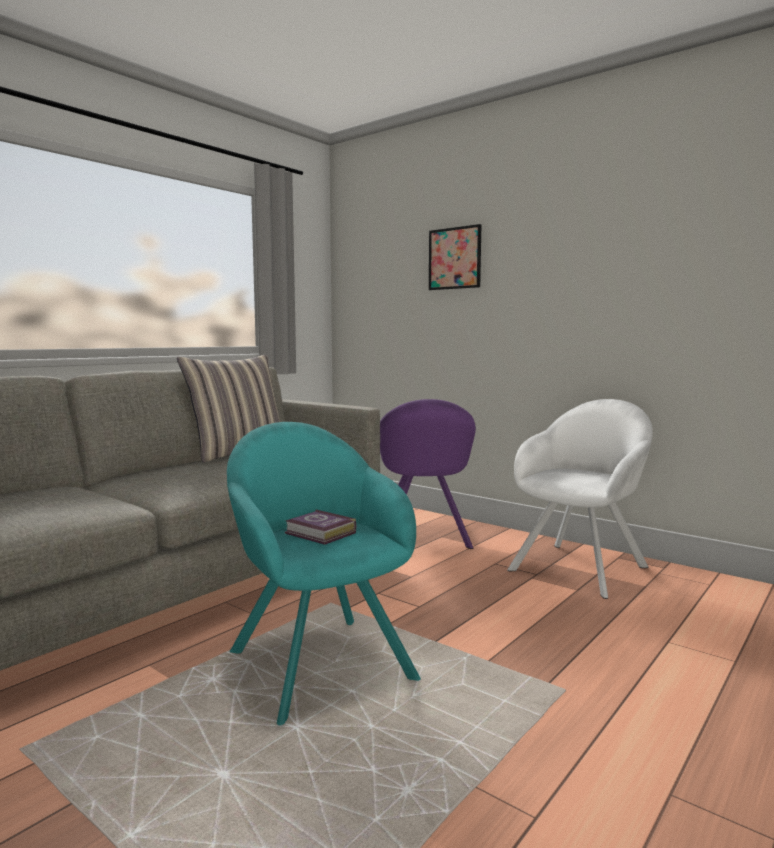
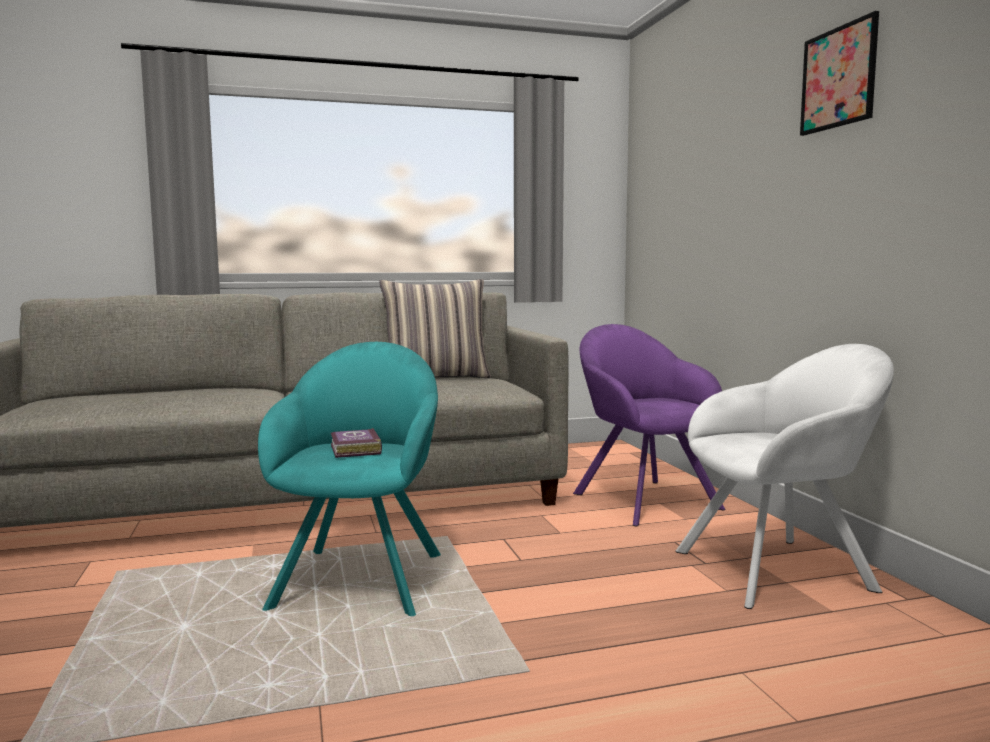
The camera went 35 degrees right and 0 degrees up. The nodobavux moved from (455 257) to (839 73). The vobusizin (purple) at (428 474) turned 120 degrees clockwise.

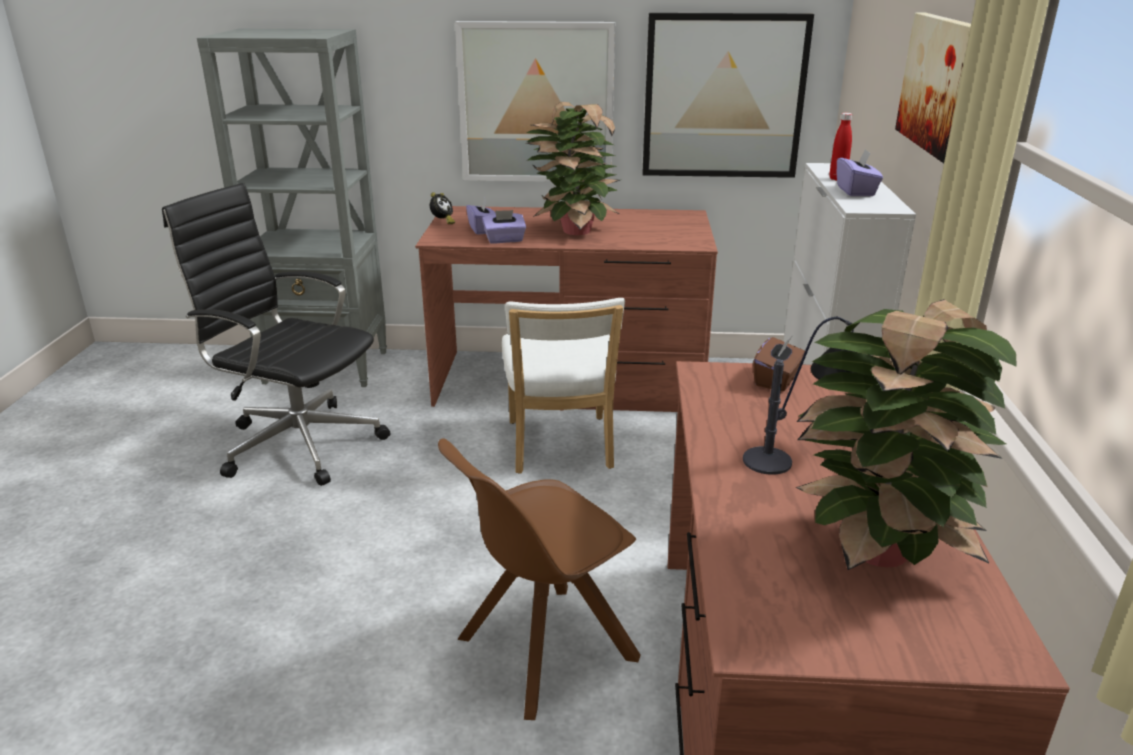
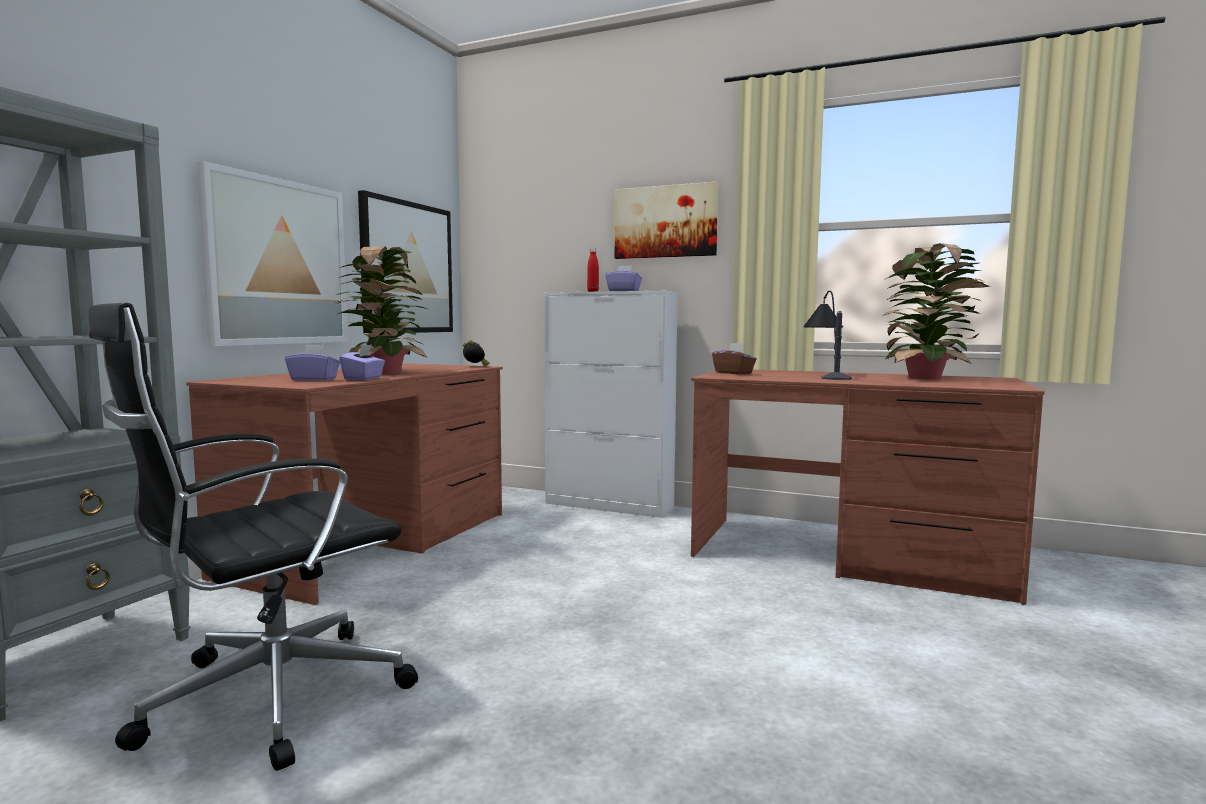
The camera went 70 degrees left and 20 degrees down. The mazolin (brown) at (539 579) disappeared. The mazolin (white) at (563 385) disappeared. The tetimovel moved from (442 208) to (476 353).

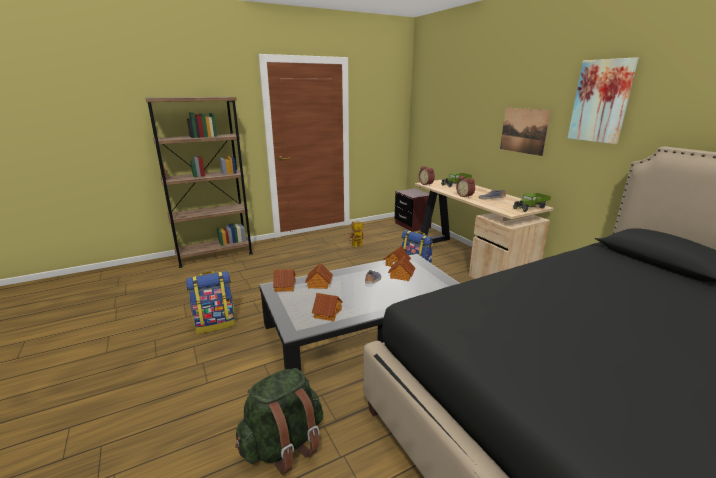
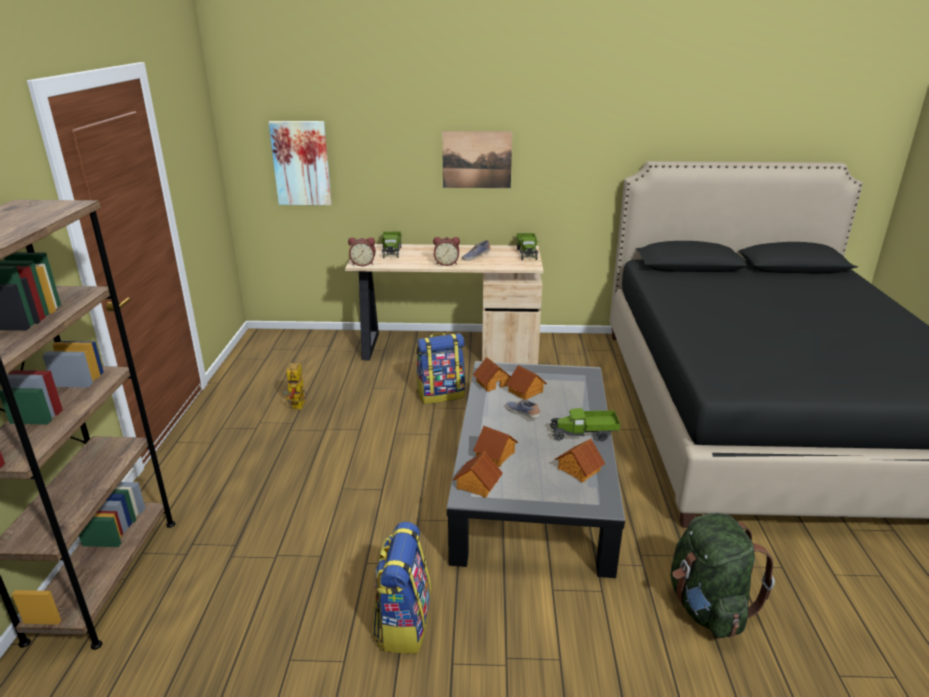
The camera went 60 degrees left and 5 degrees up. The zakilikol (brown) at (413 210) disappeared. The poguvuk at (585 424) appeared. The nodobavux moved from (603 100) to (300 163).

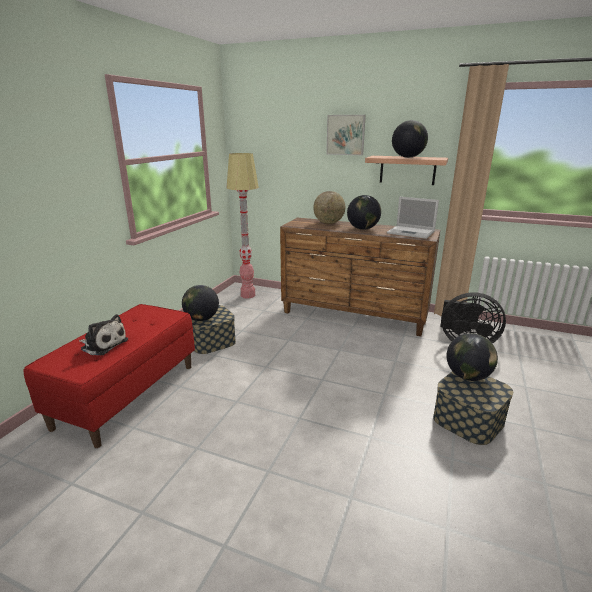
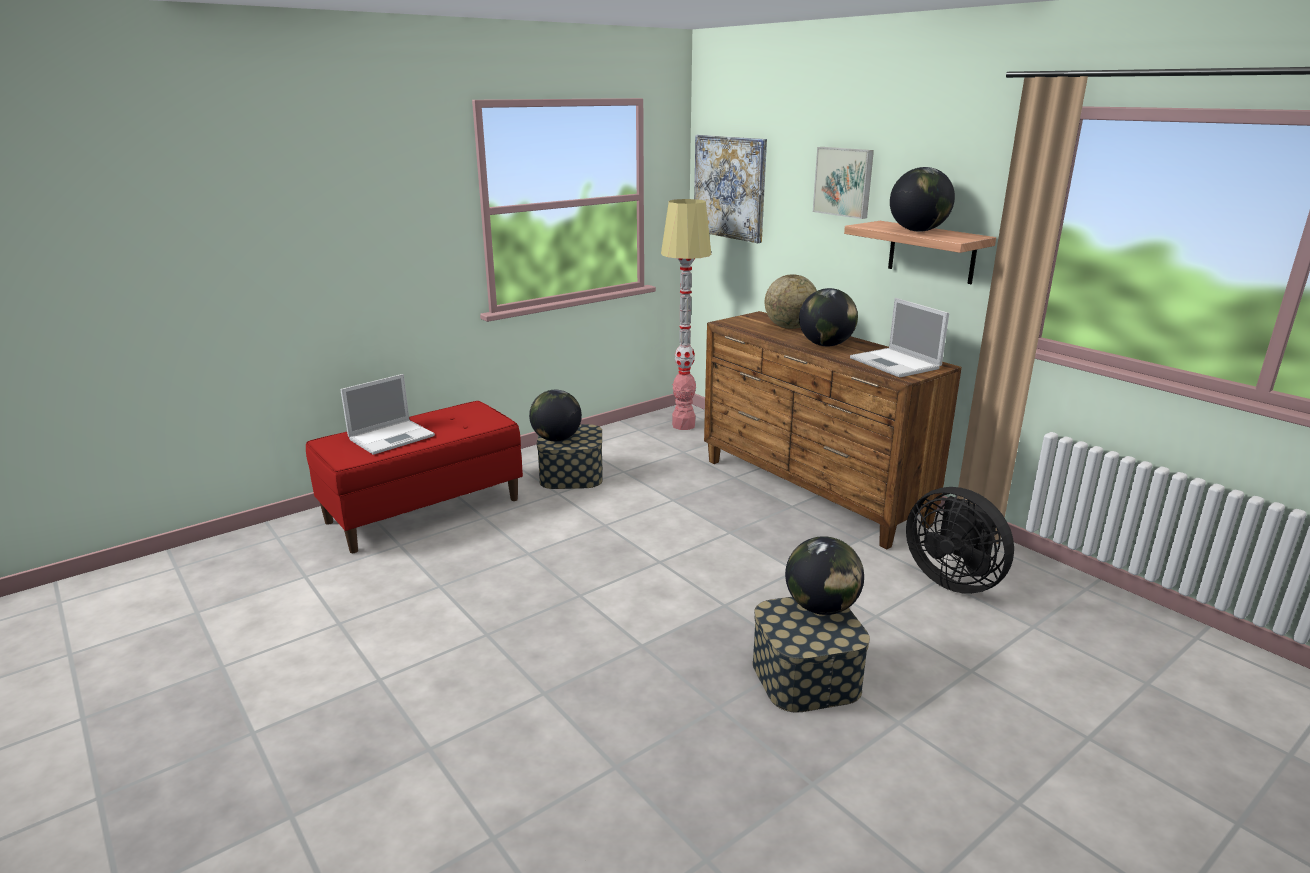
The camera went 30 degrees right and 0 degrees up. The nodobavux at (730 189) appeared. The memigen at (103 334) was replaced by the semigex at (387 414).

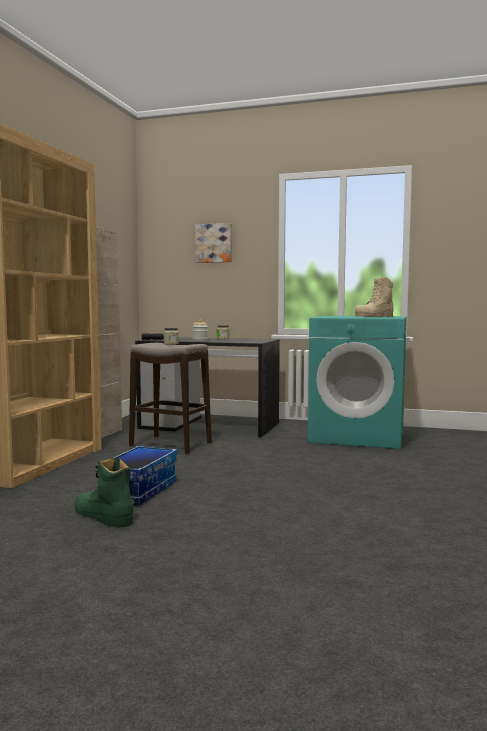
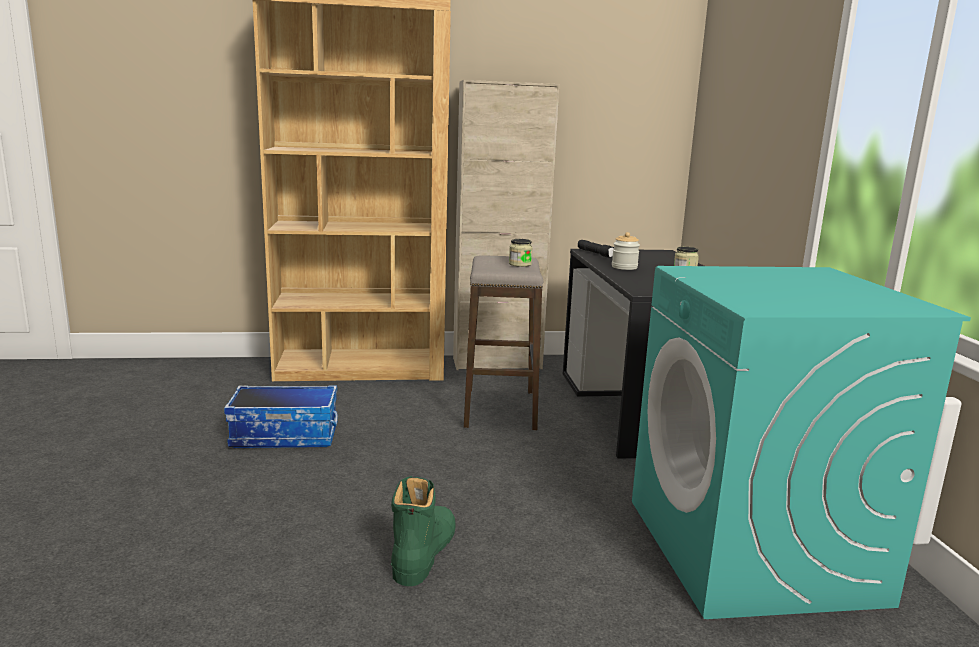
The camera went 65 degrees right and 10 degrees up. The nodobavux at (213 243) disappeared. The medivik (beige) at (374 297) disappeared. The medivik (green) moved from (104 493) to (423 531).

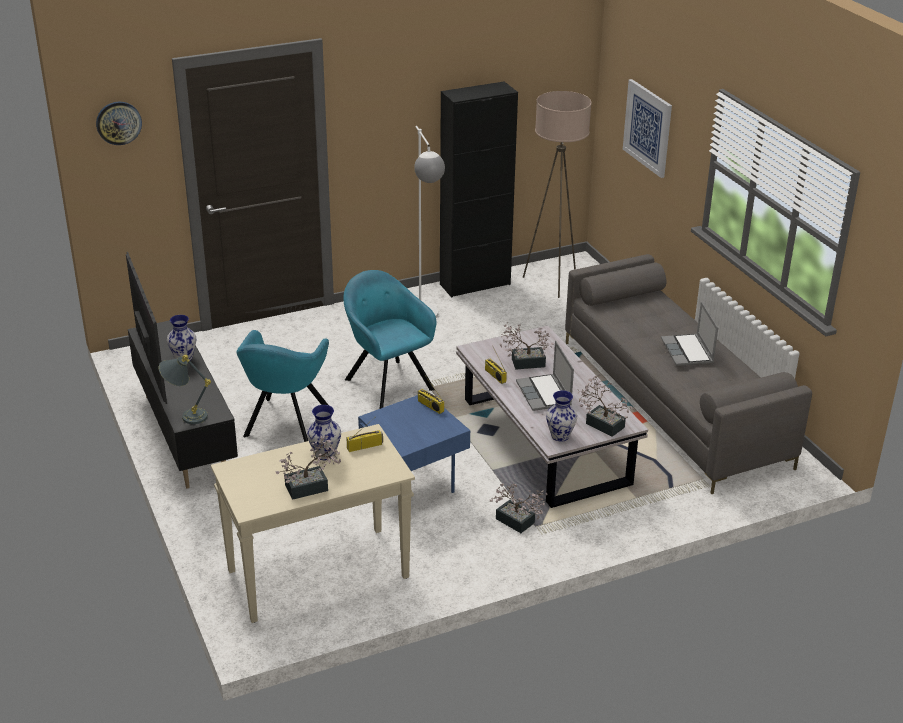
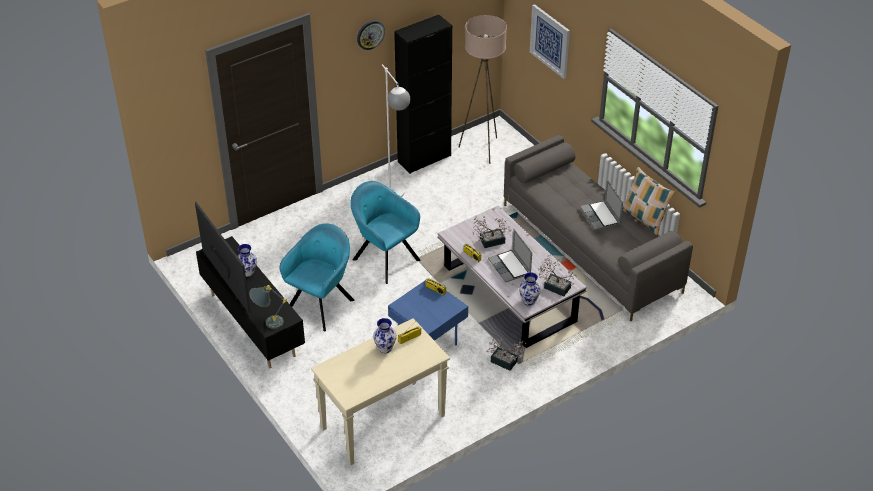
The camera went 10 degrees left and 10 degrees up. The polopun at (308 467) disappeared. The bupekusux at (648 201) appeared. The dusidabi moved from (119 123) to (371 35). The vobusizin (turquoise) at (283 386) turned 150 degrees counterclockwise.

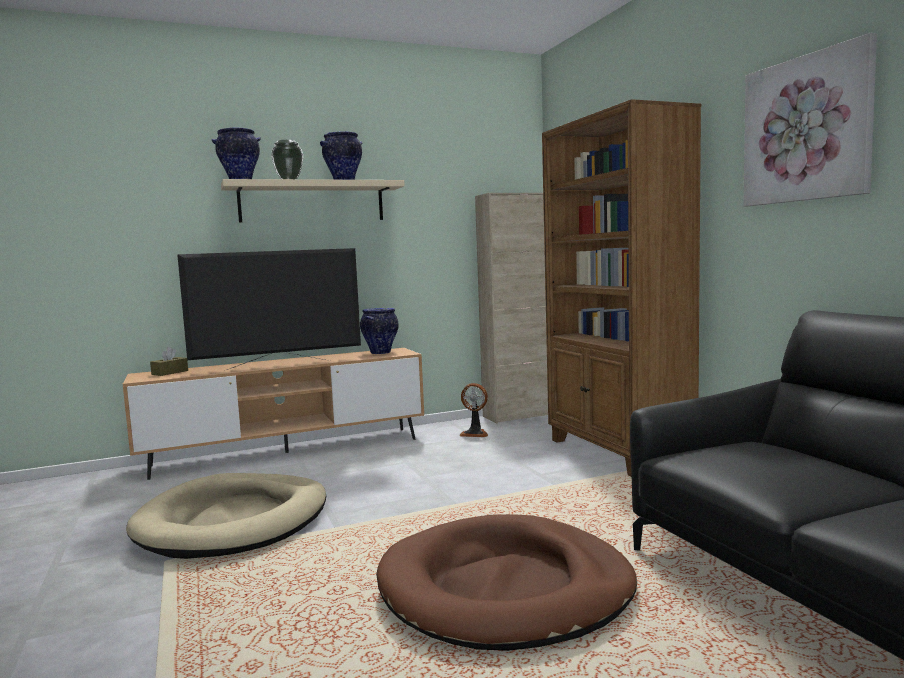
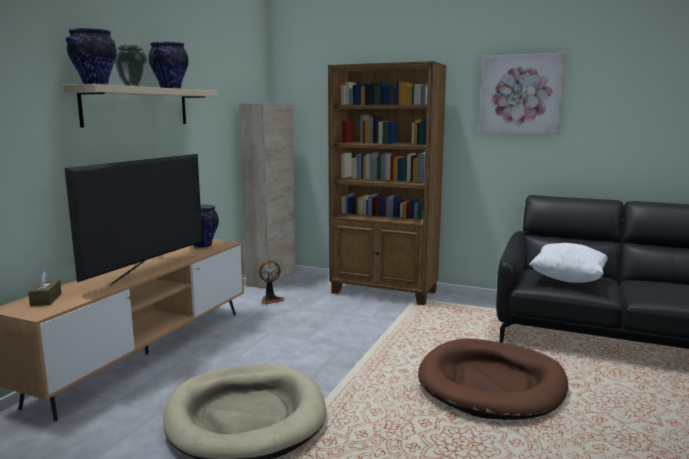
The camera went 45 degrees left and 5 degrees up. The bupekusux (white) at (568 263) appeared.

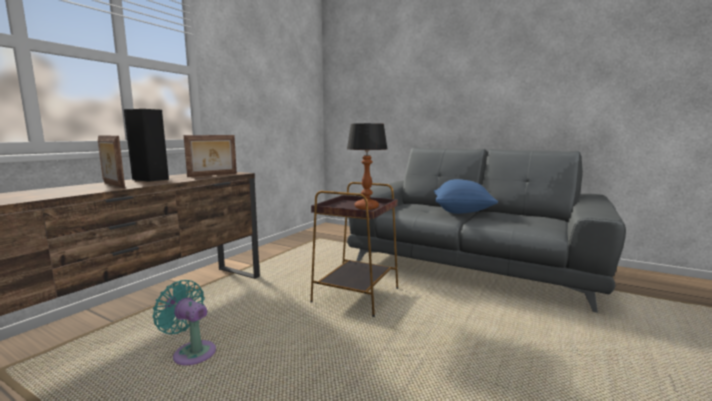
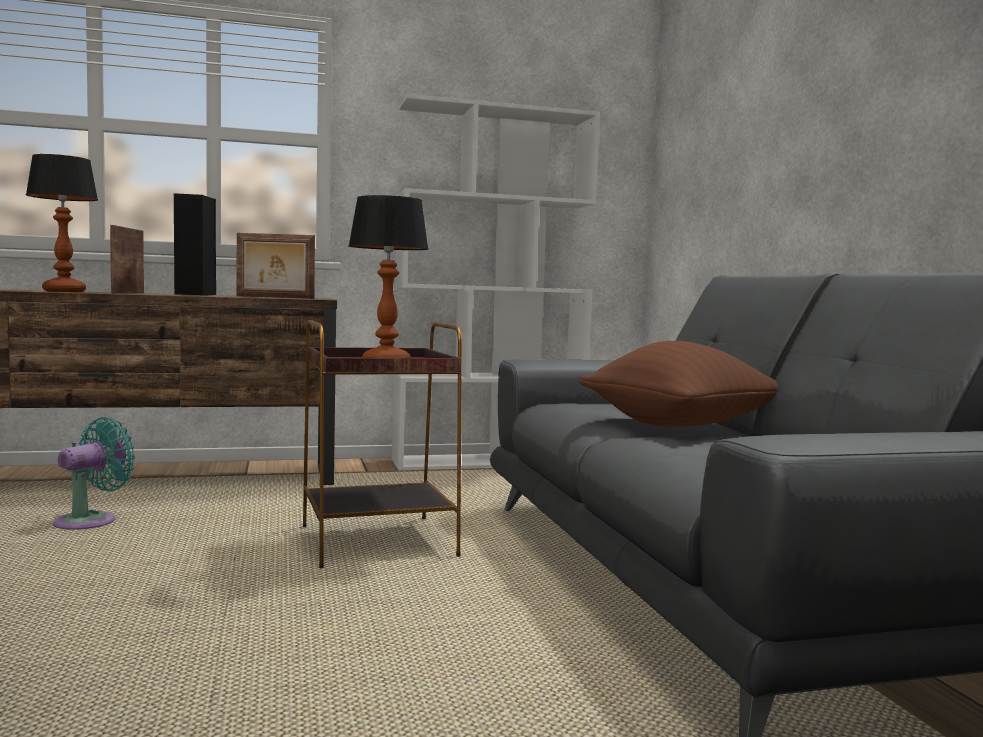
The camera went 45 degrees right and 5 degrees down. The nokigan at (62 223) appeared. The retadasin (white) at (496 282) appeared. The bupekusux (blue) at (466 196) became the bupekusux (brown) at (679 383). The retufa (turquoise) at (184 322) turned 45 degrees clockwise.

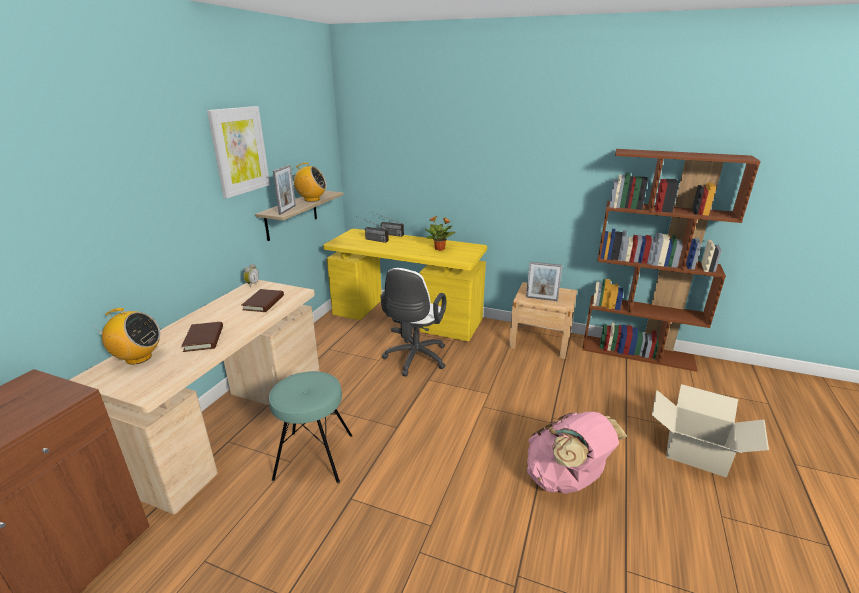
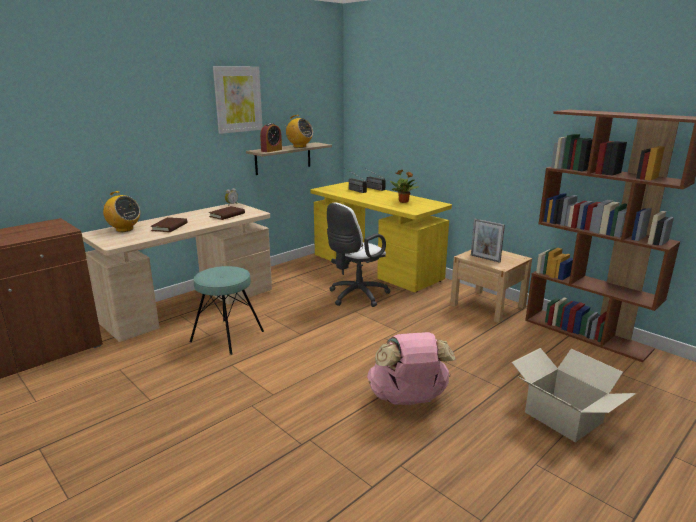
The camera went 25 degrees right and 5 degrees down. The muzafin at (284 189) was replaced by the tetimovel at (271 137).

